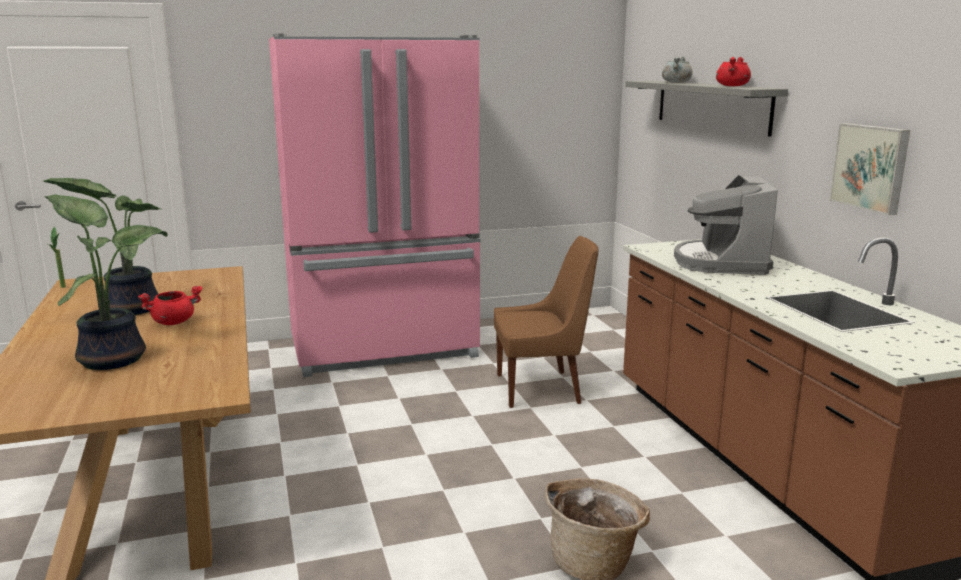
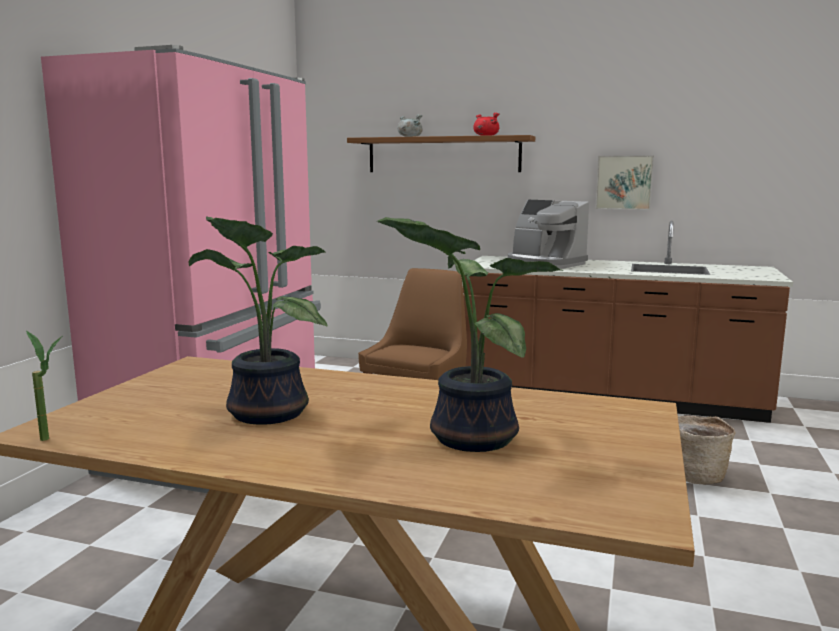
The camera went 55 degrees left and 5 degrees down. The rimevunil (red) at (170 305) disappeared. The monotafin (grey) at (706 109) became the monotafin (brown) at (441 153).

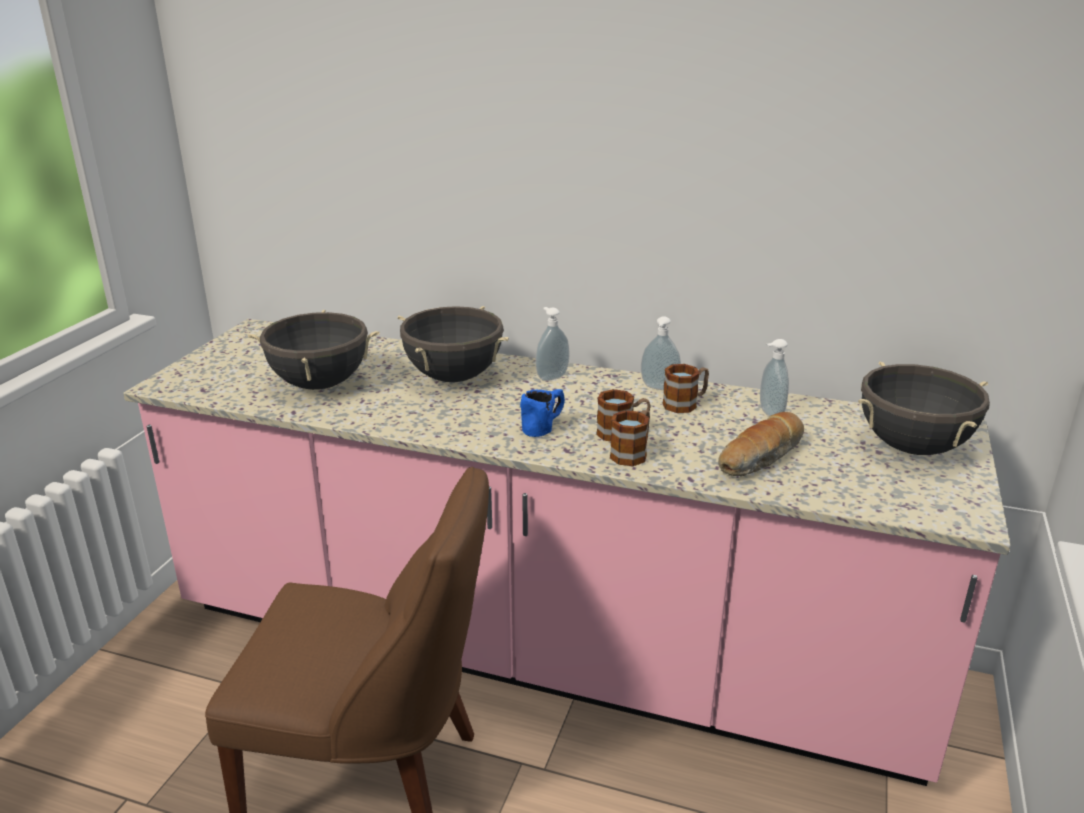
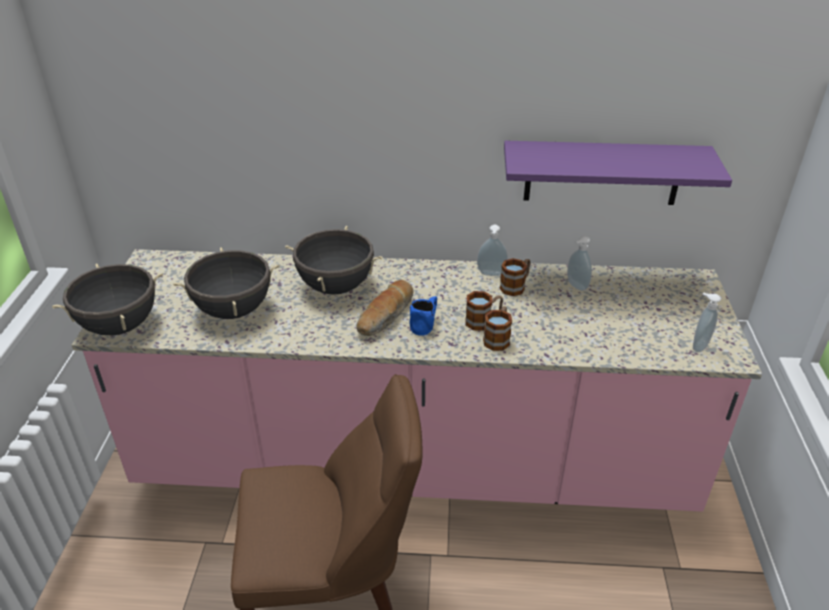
The camera went 15 degrees left and 10 degrees up. The monotafin (purple) at (618 173) appeared. The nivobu moved from (552 344) to (707 322). The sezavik moved from (761 444) to (385 308). The rimevunil (black) moved from (924 408) to (107 299).

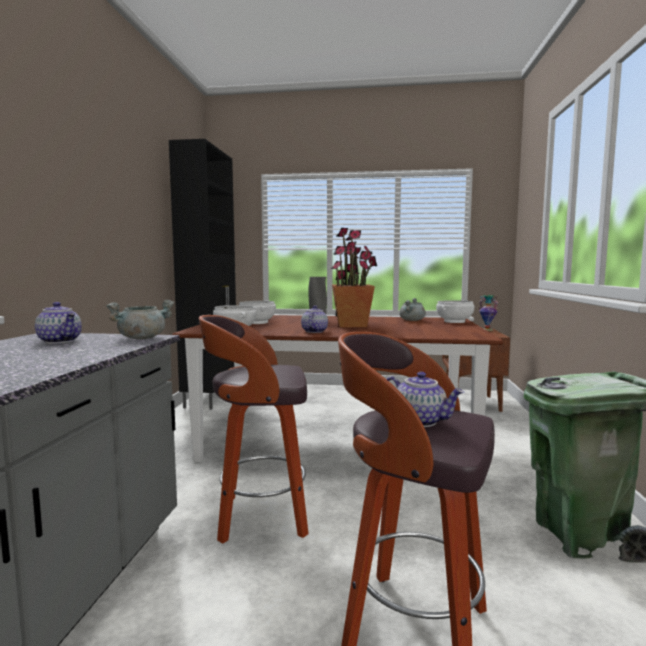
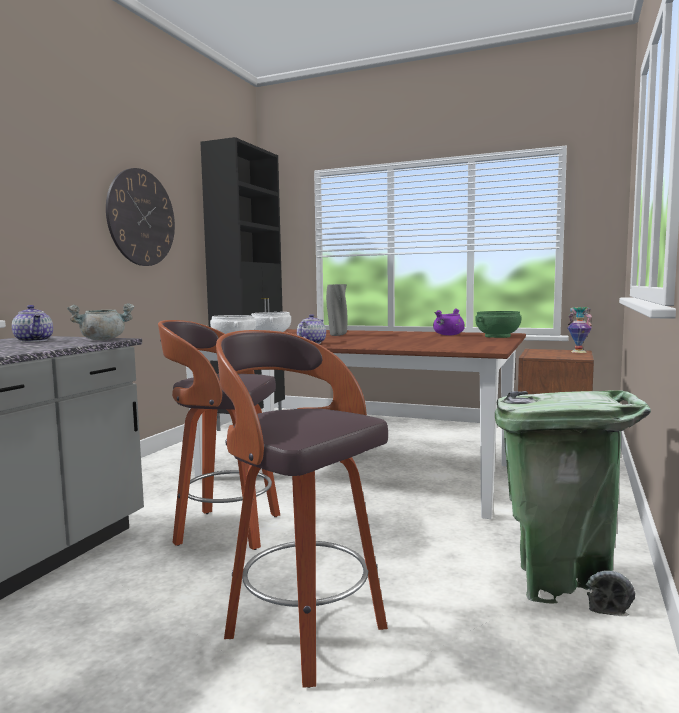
The camera went 15 degrees right and 0 degrees up. The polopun at (354 277) disappeared. The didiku at (425 399) disappeared. The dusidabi at (140 217) appeared. The rimevunil (grey) at (412 309) became the rimevunil (purple) at (449 322). The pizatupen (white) at (455 311) became the pizatupen (green) at (498 324).

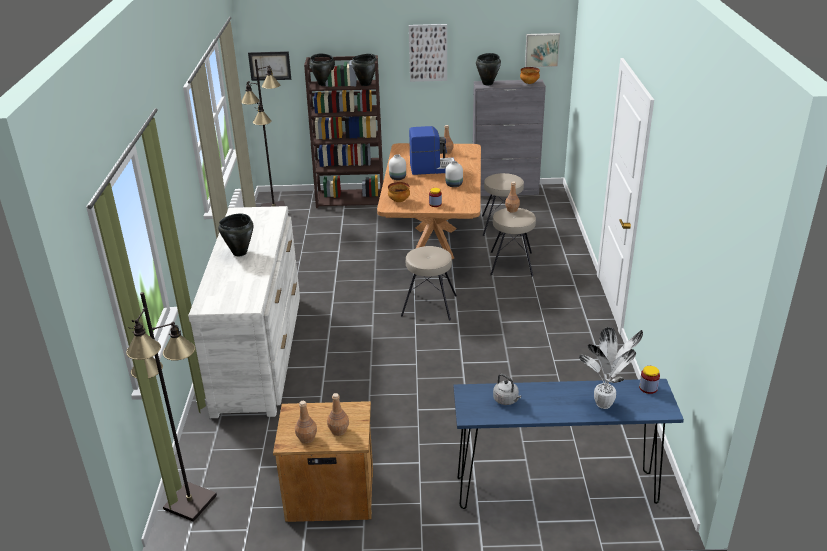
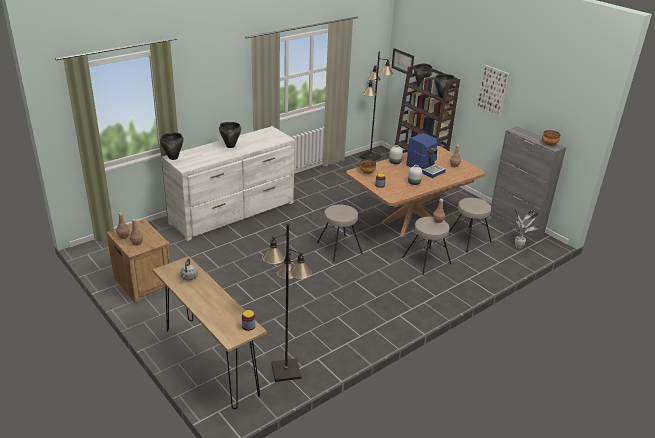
The camera went 50 degrees right and 0 degrees up. The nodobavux at (542 50) disappeared. The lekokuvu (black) moved from (171 407) to (287 302). The rimevunil (black) moved from (488 69) to (172 146). The polopun moved from (611 368) to (527 228). The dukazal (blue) at (569 444) became the dukazal (brown) at (210 332).

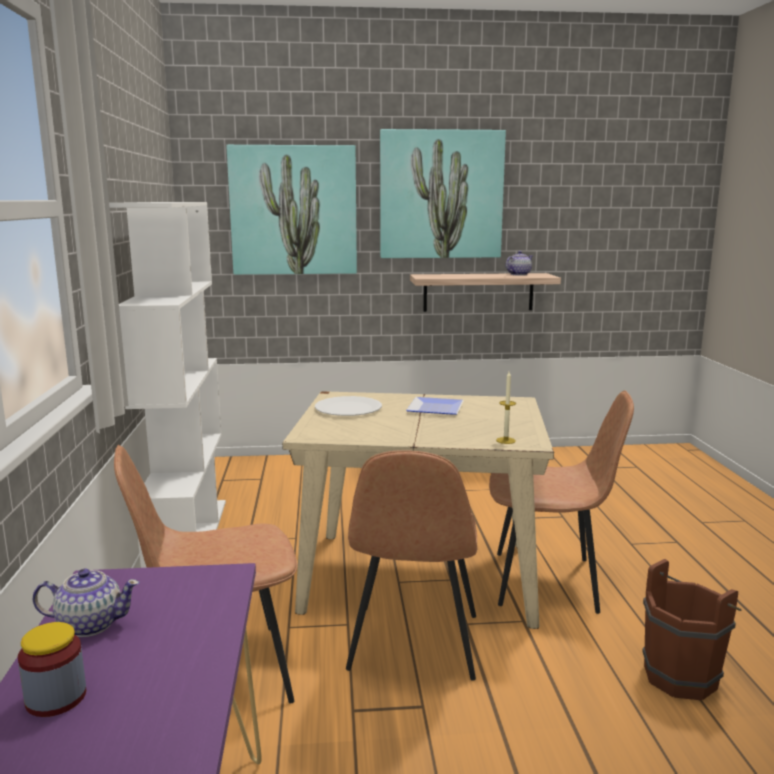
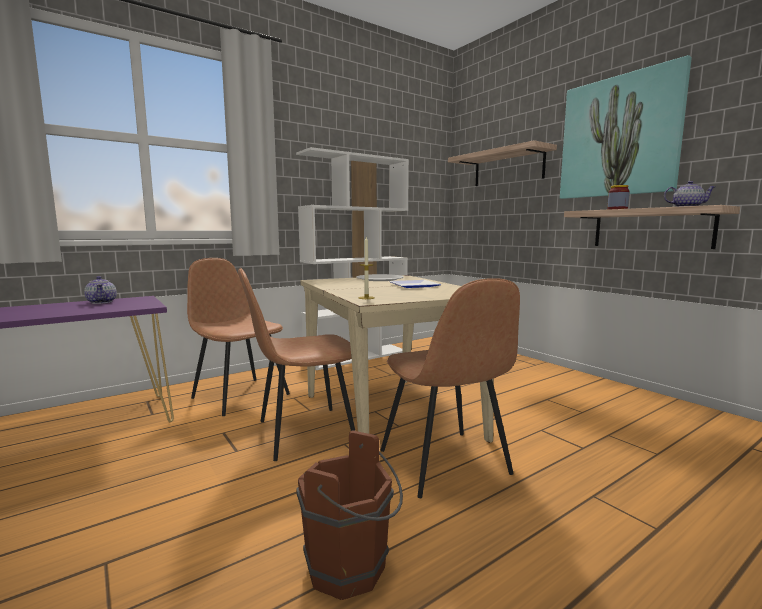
The camera went 60 degrees right and 5 degrees down. The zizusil moved from (52 669) to (618 197). The nodobavux at (291 210) was replaced by the monotafin at (502 163).

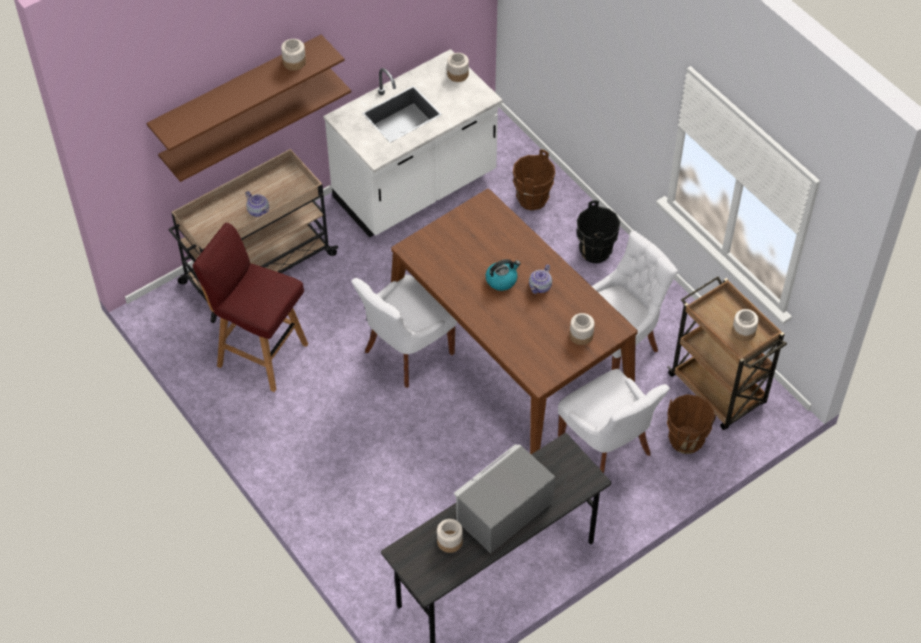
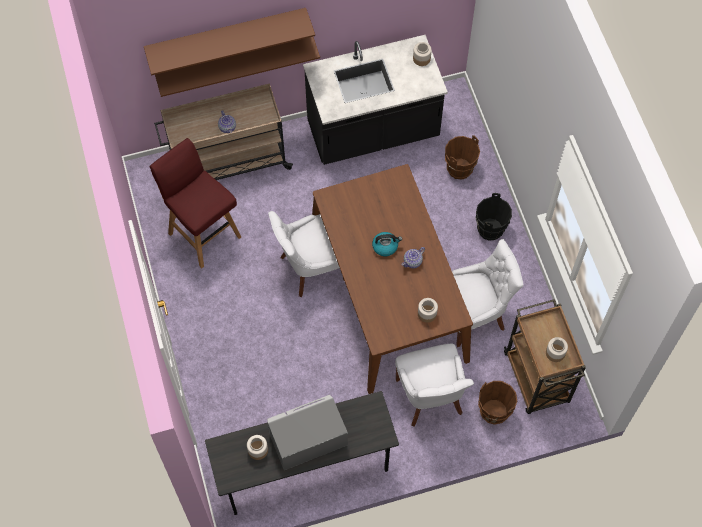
The camera went 20 degrees right and 10 degrees up. The zizusil at (293 55) disappeared. The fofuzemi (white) at (413 143) became the fofuzemi (black) at (375 100).

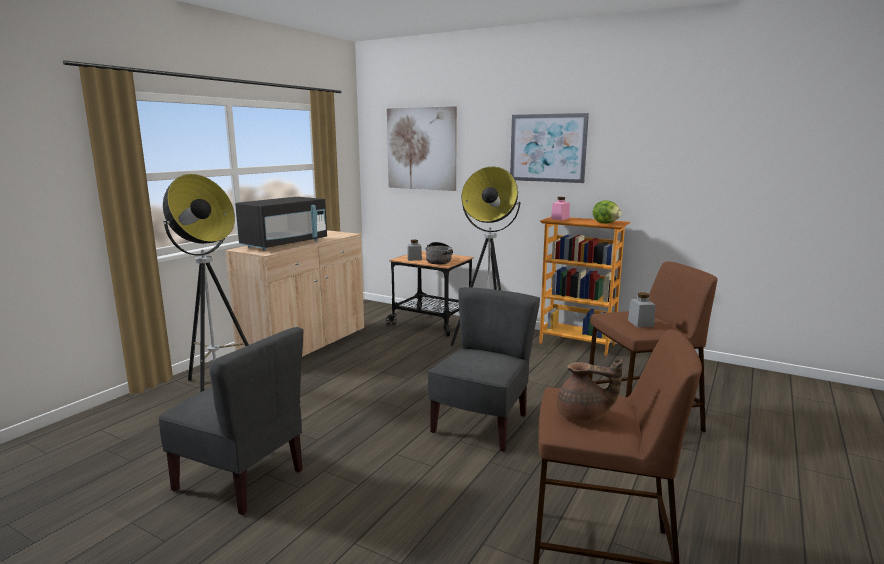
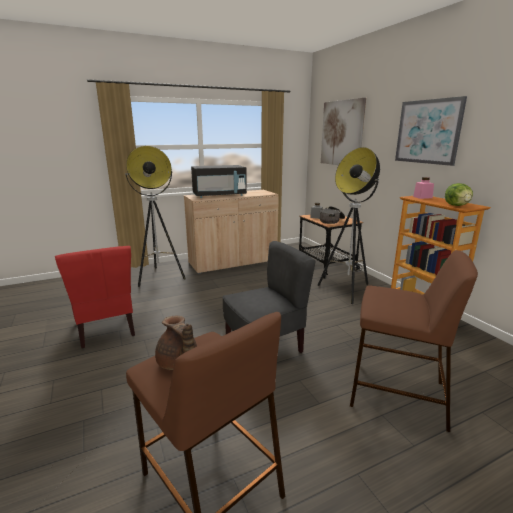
The camera went 35 degrees right and 5 degrees up. The zizusil (grey) at (641 309) disappeared. The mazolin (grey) at (230 421) became the mazolin (red) at (95 297).

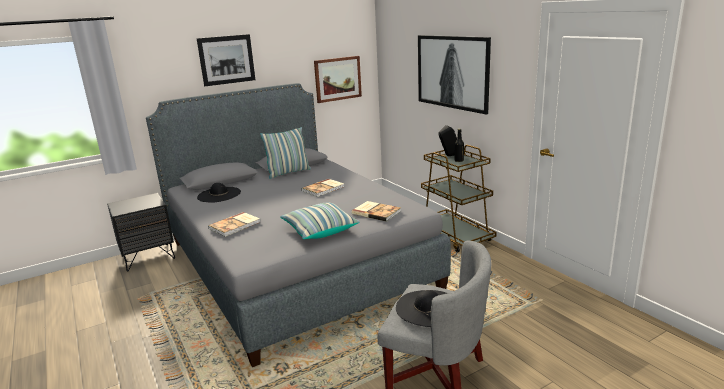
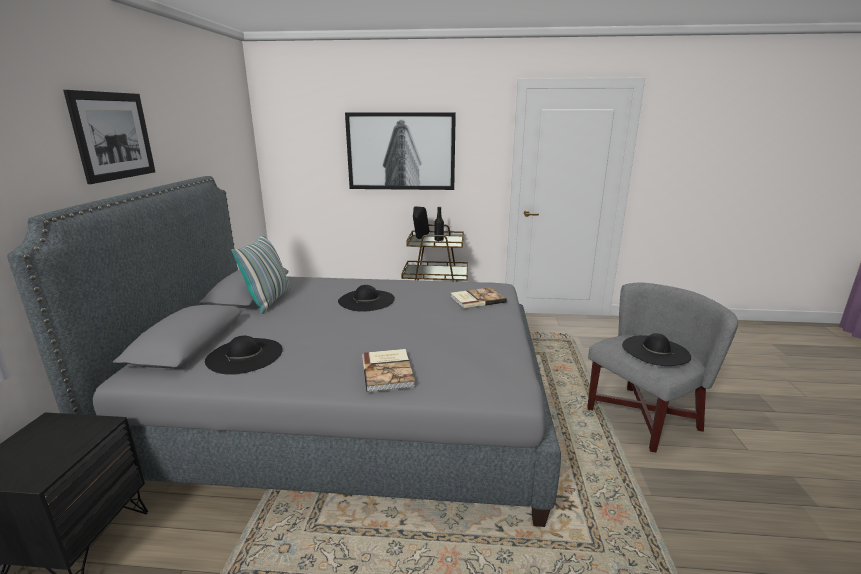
The camera went 55 degrees left and 0 degrees up. The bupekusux at (319 220) disappeared. The nodobavux at (338 79) disappeared. The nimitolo at (322 188) was replaced by the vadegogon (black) at (366 298).

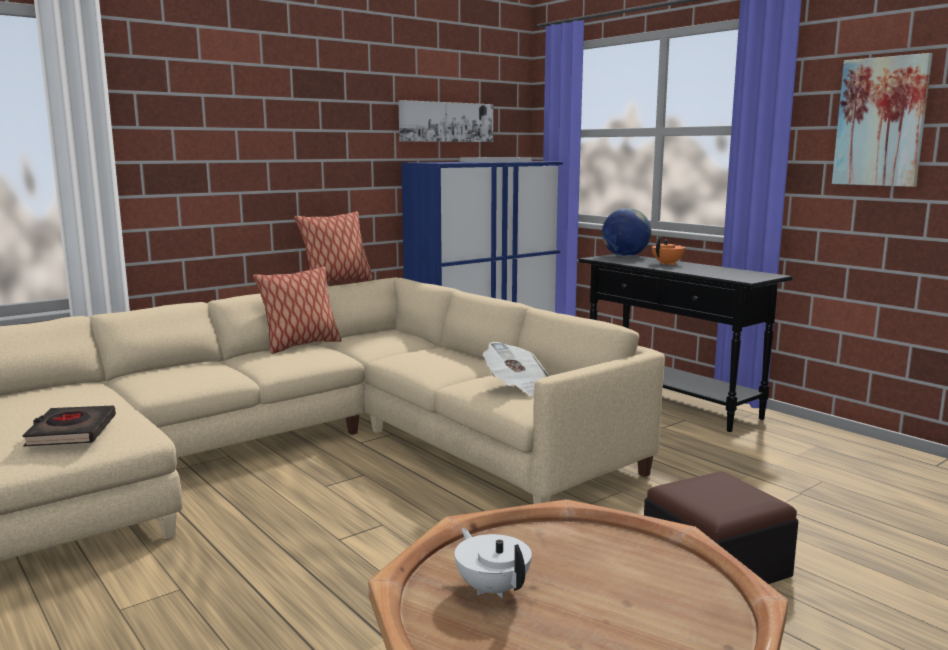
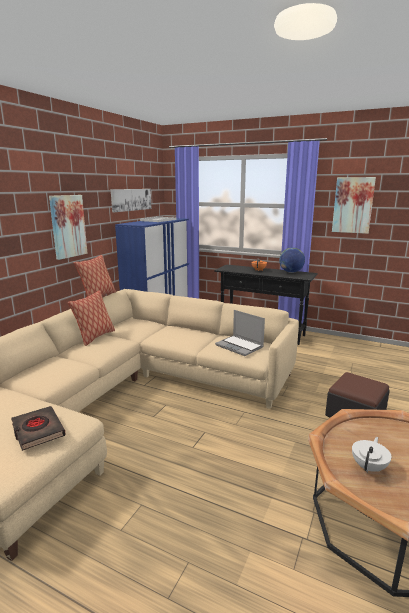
The camera went 25 degrees left and 5 degrees up. The nodobavux at (68 227) appeared. The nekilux moved from (626 232) to (292 260). The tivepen at (516 369) was replaced by the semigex at (240 333). The didiku (white) at (493 563) turned 90 degrees clockwise.

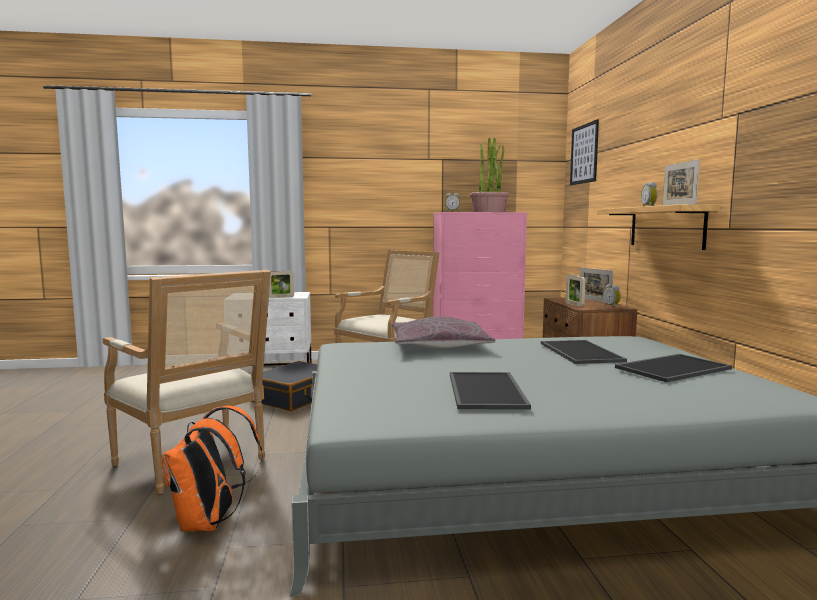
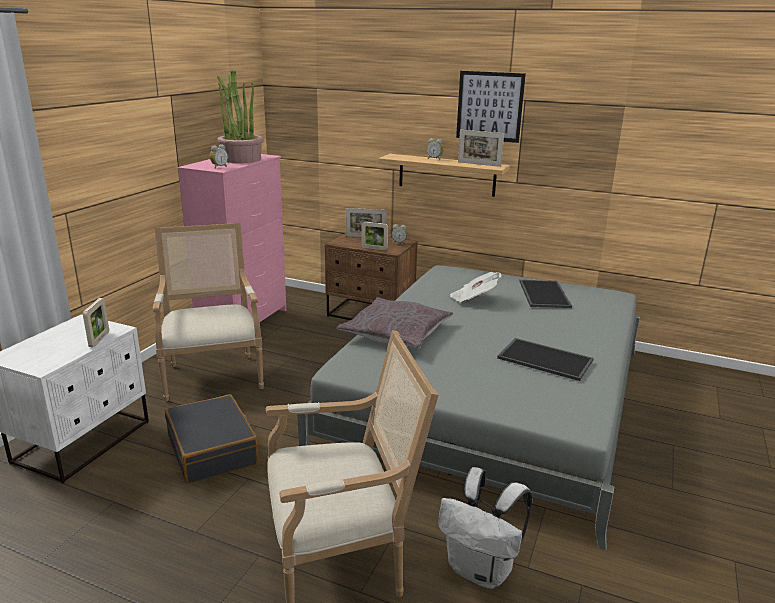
The camera went 60 degrees left and 15 degrees up. The nodobavux moved from (584 152) to (491 107). The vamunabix at (584 352) was replaced by the tivepen at (476 287). The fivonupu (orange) at (212 469) became the fivonupu (white) at (485 528).

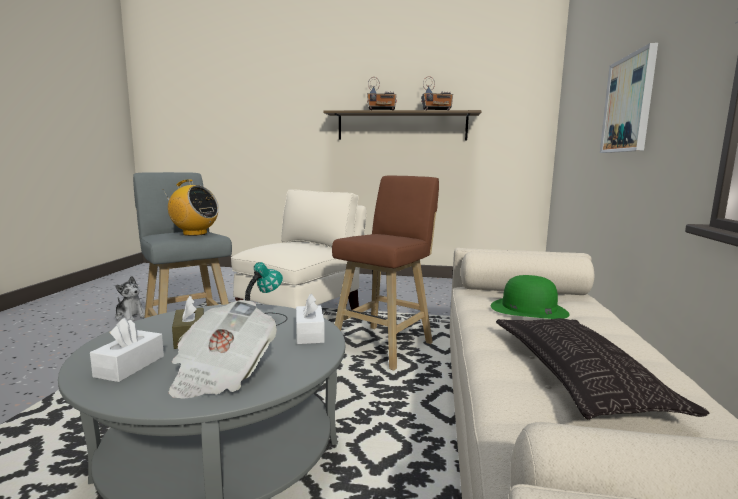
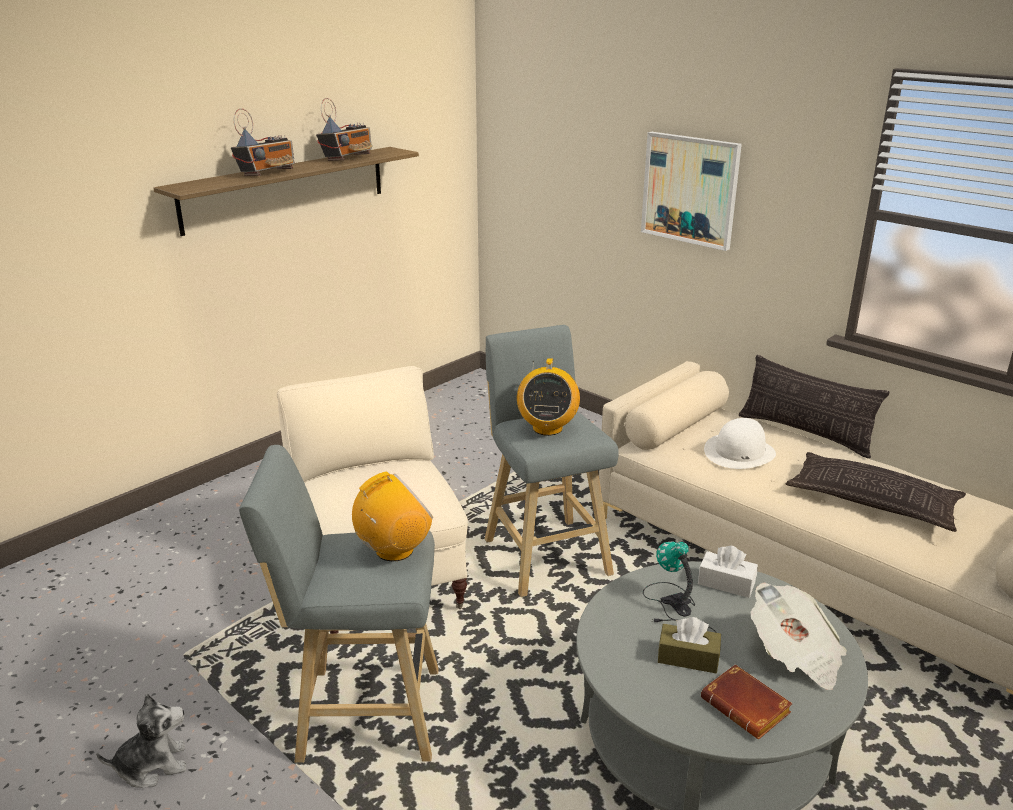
The camera went 55 degrees left and 15 degrees up. The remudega at (548 397) appeared. The bupekusux at (814 406) appeared. The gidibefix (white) at (127 350) was replaced by the nimitolo (brown) at (747 701). The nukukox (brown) at (385 273) became the nukukox (grey) at (552 461). The vadegogon (green) at (530 297) became the vadegogon (white) at (740 443).

